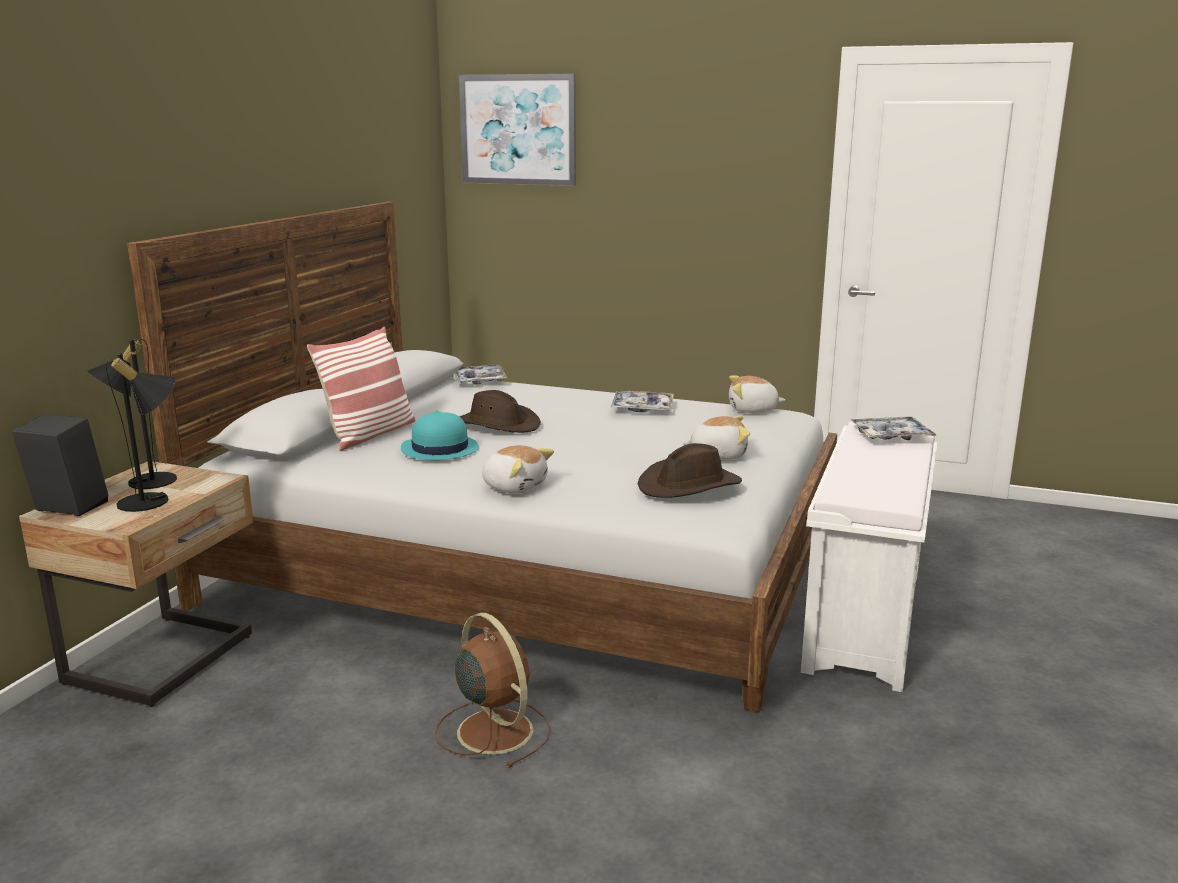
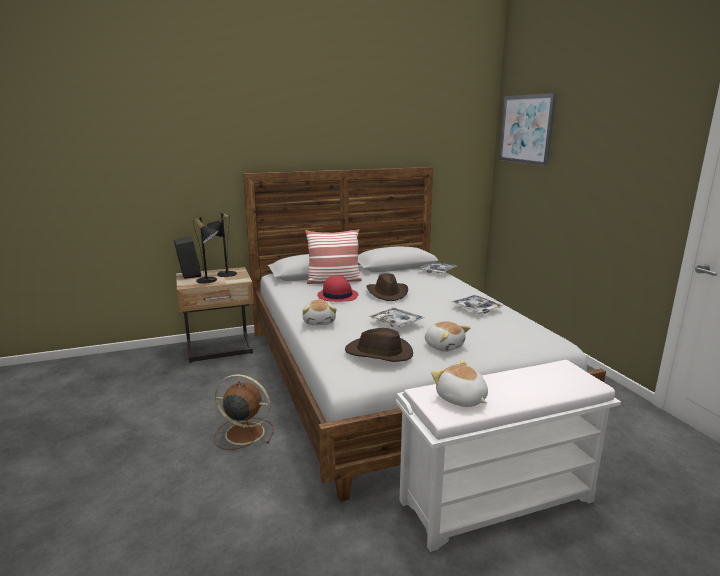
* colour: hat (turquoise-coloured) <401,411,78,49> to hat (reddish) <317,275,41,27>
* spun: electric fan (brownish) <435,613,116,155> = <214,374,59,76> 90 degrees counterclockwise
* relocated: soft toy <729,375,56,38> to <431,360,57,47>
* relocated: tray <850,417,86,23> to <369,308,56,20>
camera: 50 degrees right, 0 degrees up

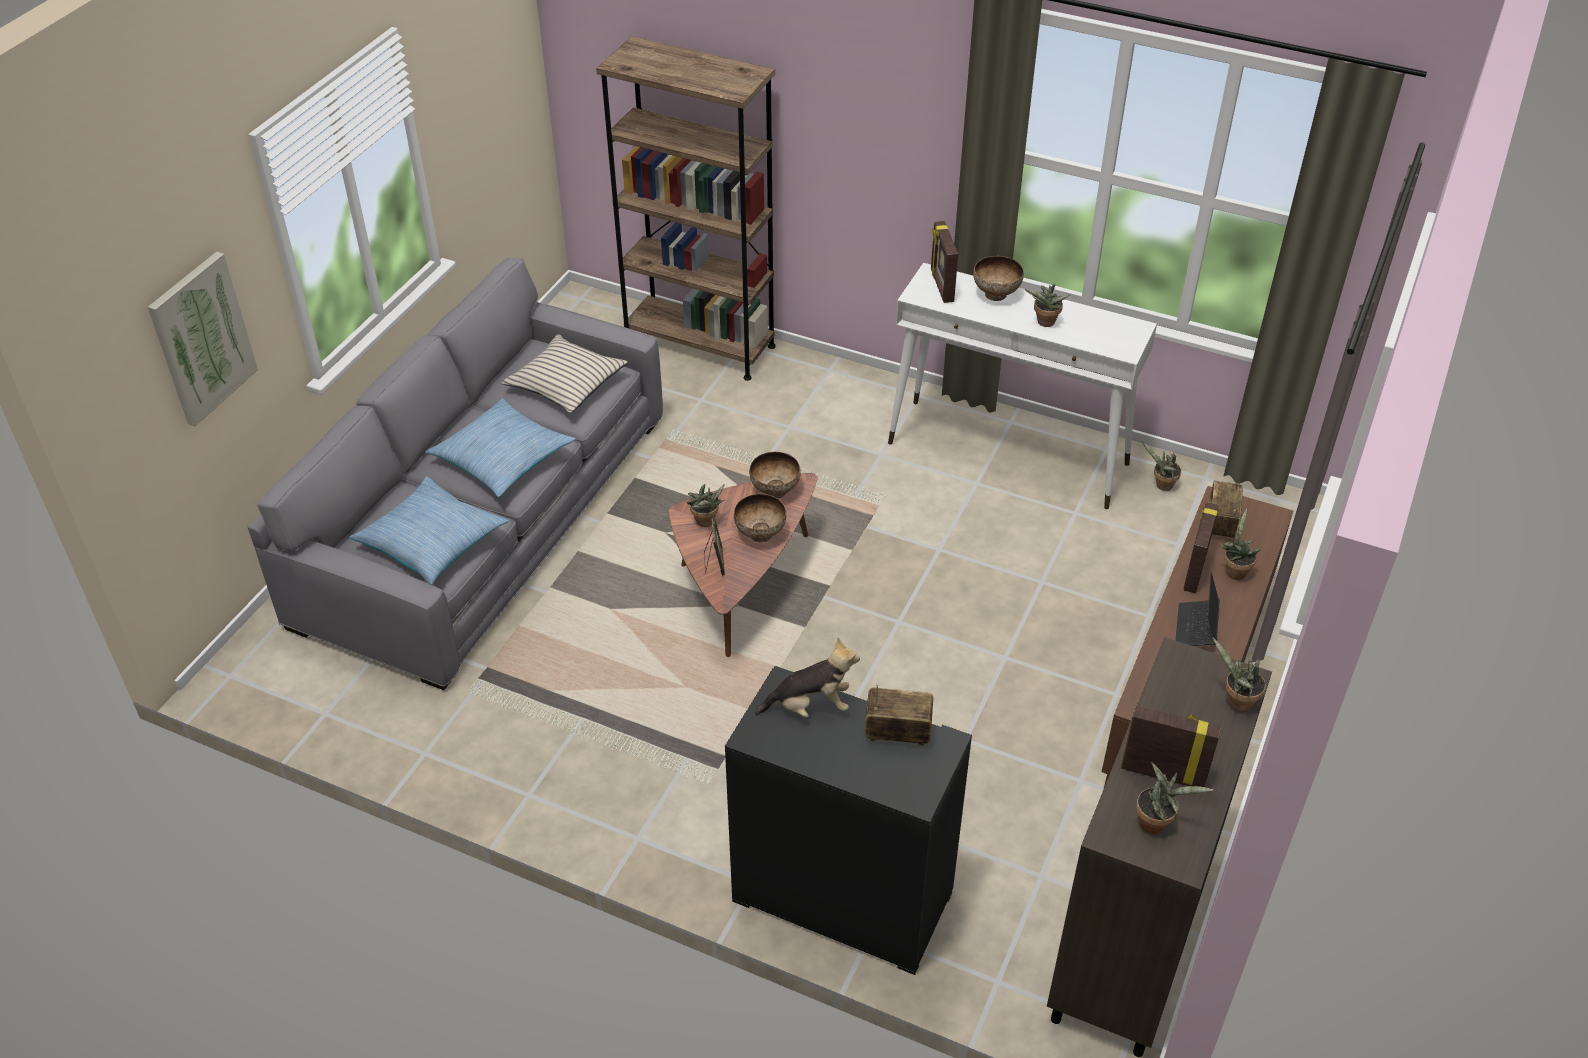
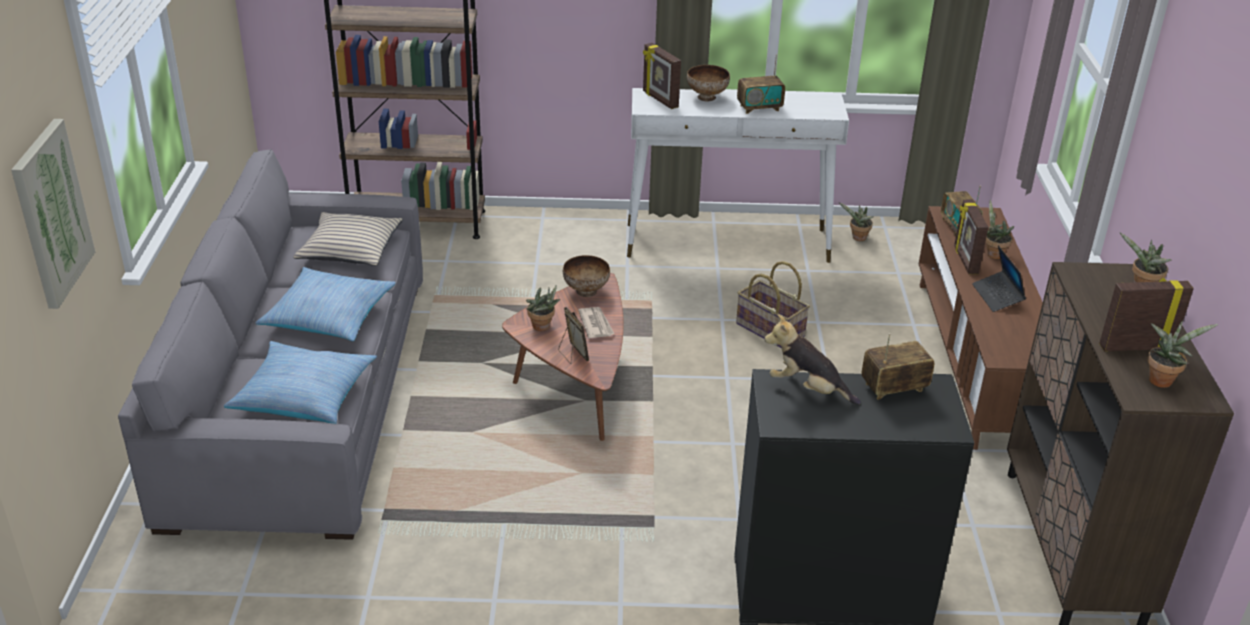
* exchanged: deep dish <734,494,53,48> to printed paper <578,307,36,31>
* spun: soft toy <755,638,105,80> = <764,314,97,91> 120 degrees counterclockwise
* exchanged: potted plant <1025,284,45,43> to radio <737,54,48,60>
* appeared: storage basket <736,261,74,87>
camera: 25 degrees left, 10 degrees down

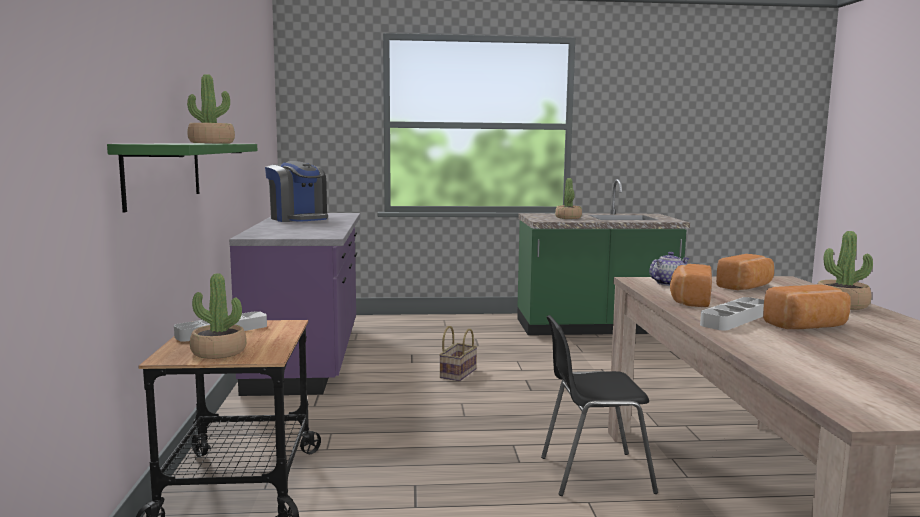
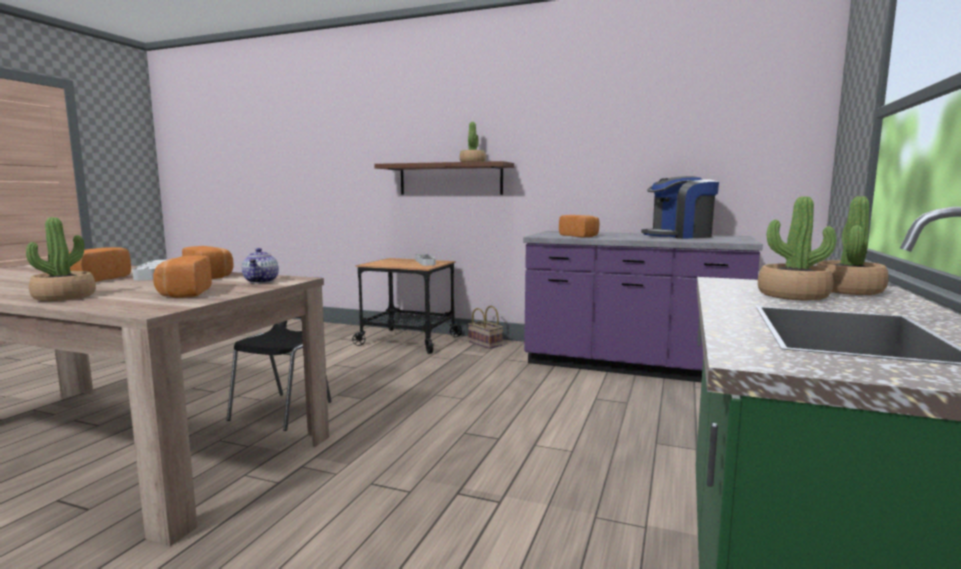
* colour: wall shelf (green-coloured) <107,143,150,69> to wall shelf (brownish) <374,161,140,34>
* relocated: potted plant <190,273,57,86> to <816,196,73,99>
* relocated: storage basket <439,326,38,55> to <468,306,35,43>
* appeared: baked bread <559,215,40,22>
camera: 115 degrees right, 0 degrees up

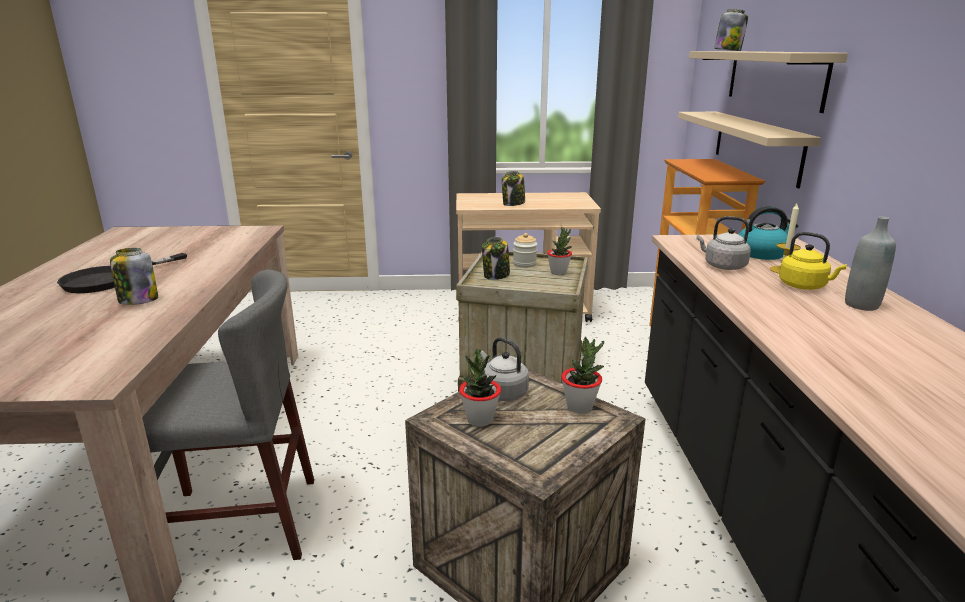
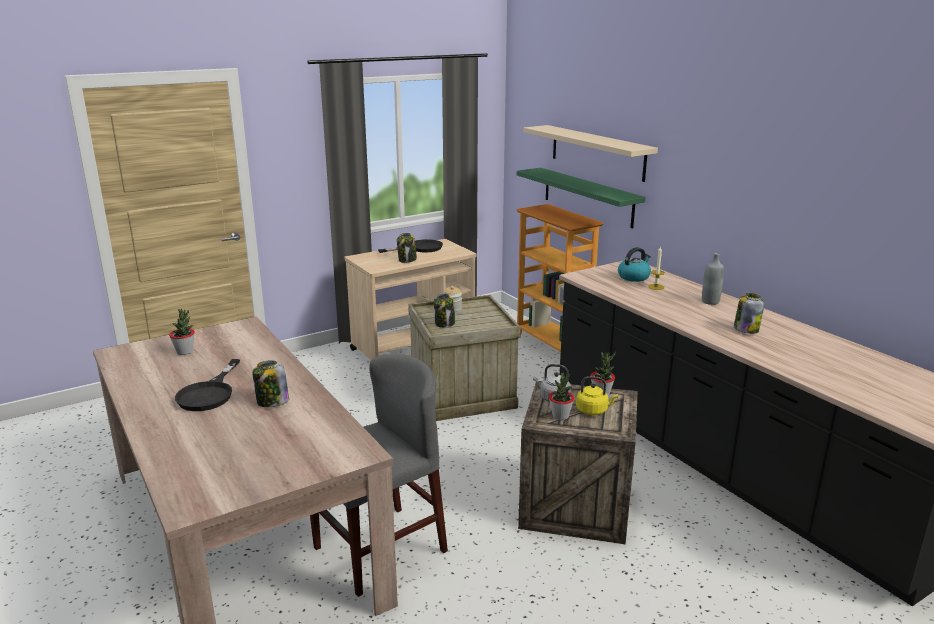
* relocated: potted plant <547,227,25,48> to <169,309,26,46>
* colour: wall shelf (beige-coloured) <678,112,143,76> to wall shelf (green-coloured) <517,168,128,61>
* missing: water kettle (grey) <696,216,55,54>
* relocated: jar <714,9,34,42> to <734,293,31,41>
* relocated: water kettle (yellow) <779,232,68,58> to <576,376,42,39>
* appeared: skillet (black-coloured) <378,239,65,14>
camera: 30 degrees left, 0 degrees up

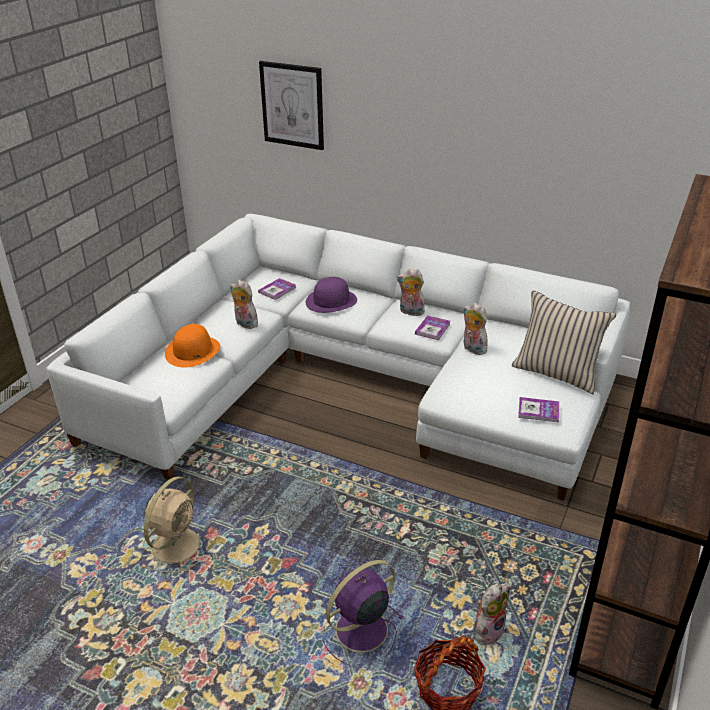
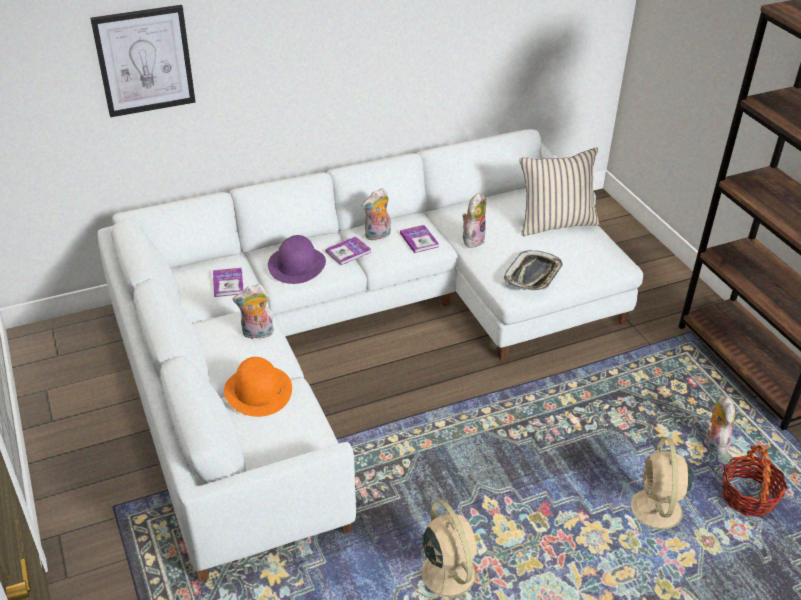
* colour: electric fan (purple) <322,560,81,106> to electric fan (beige-coloured) <620,437,75,104>
* spun: soft toy <463,303,25,52> = <462,193,24,55> 120 degrees clockwise
* relocated: bound book <518,397,41,25> to <325,236,46,29>
* appeared: tray <504,250,59,41>
camera: 50 degrees left, 5 degrees up

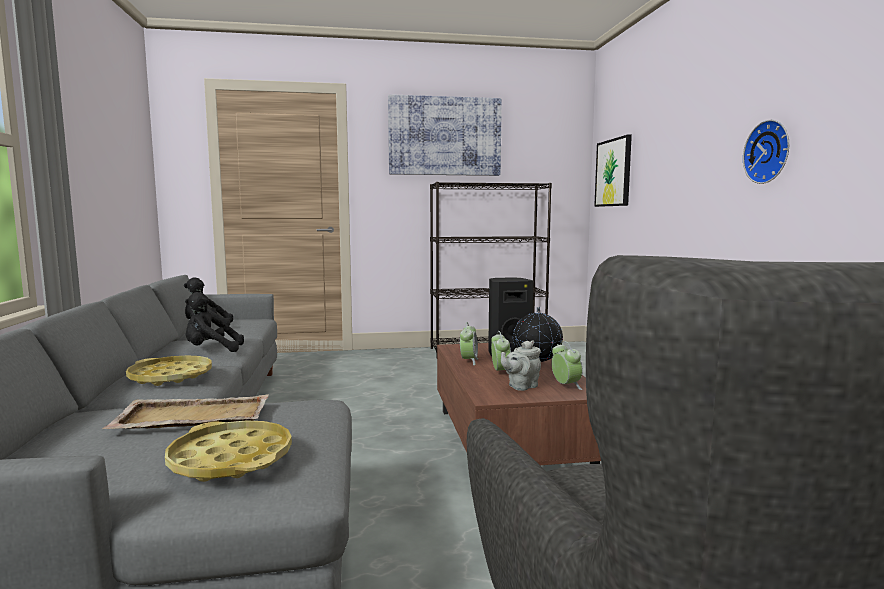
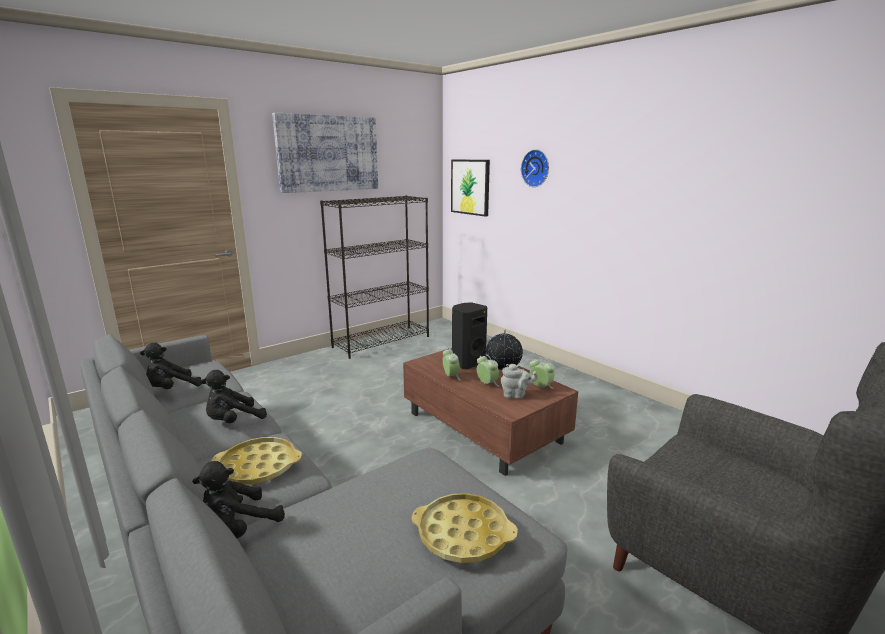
* missing: tray (beige-coloured) <102,394,166,35>
* spun: tea pot (grey) <501,341,40,50> = <501,364,37,35> 105 degrees counterclockwise
* relocated: clock on the wall <743,120,46,64> to <521,149,28,38>
* appeared: soft toy (black-coloured) <192,461,93,77>
camera: 30 degrees left, 10 degrees up

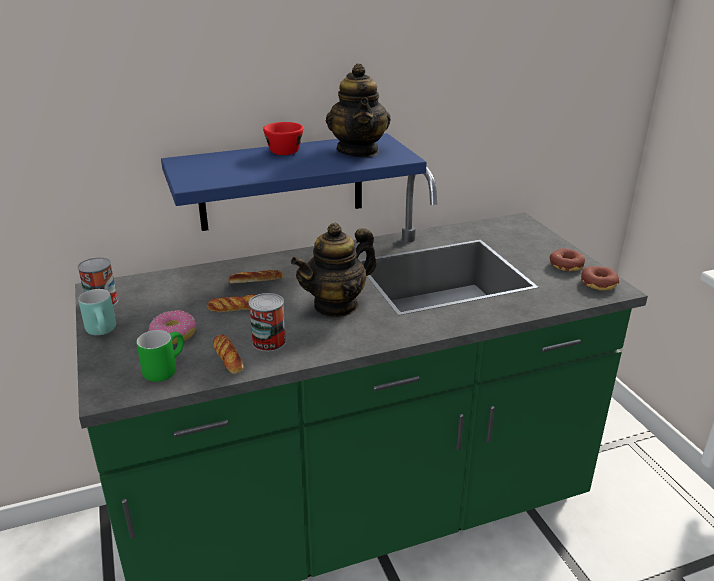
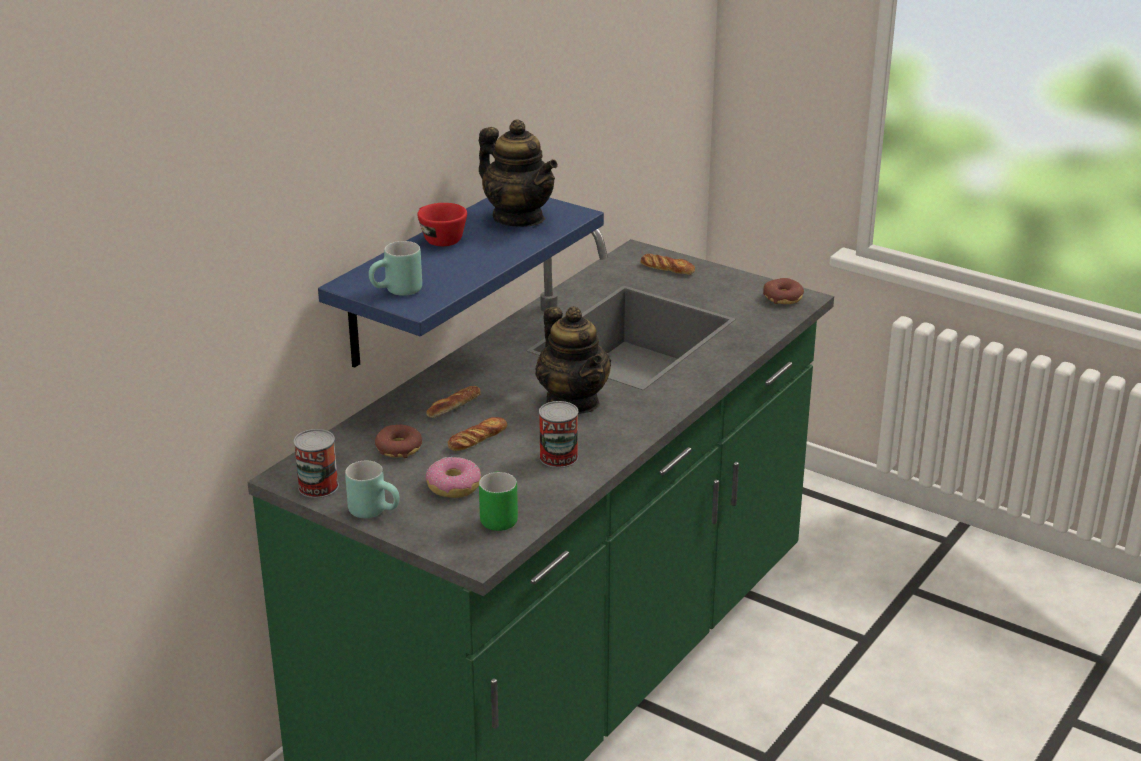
* relocated: baked bread <213,335,30,39> to <641,254,54,21>
* spun: tea pot <291,223,86,95> = <535,307,76,107> 45 degrees counterclockwise
* relocated: ring doughnut <550,248,35,24> to <375,425,47,33>
* appeared: mug (turquoise-coloured) <369,241,53,55>
camera: 35 degrees left, 0 degrees up

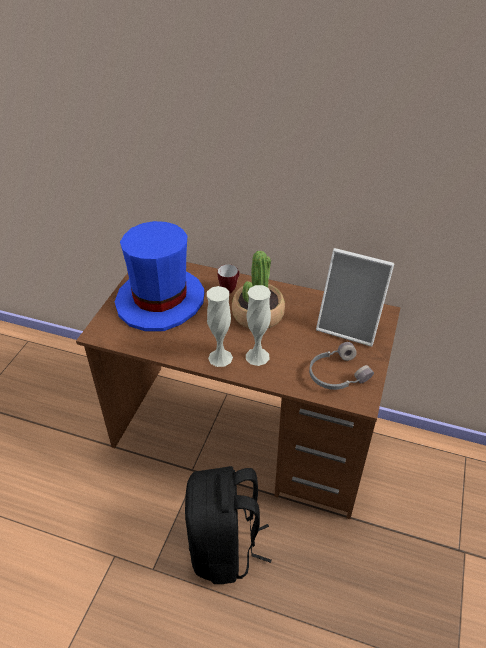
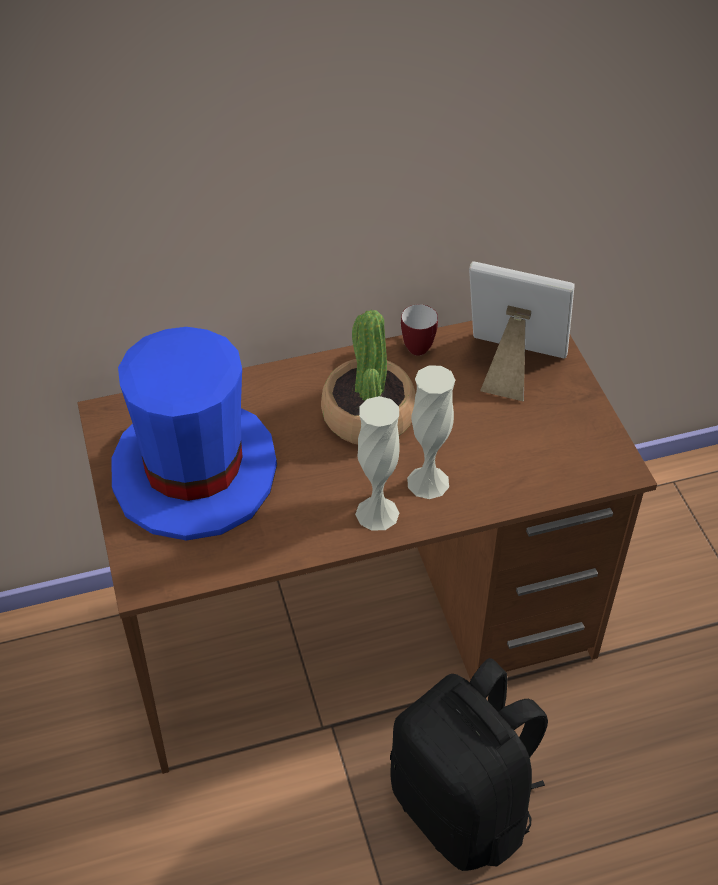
* relocated: mug <217,264,23,29> to <401,304,37,52>
* missing: pair of headphones (grey) <309,342,65,48>
* spun: photo frame <316,248,78,98> = <469,261,106,141> 150 degrees counterclockwise
camera: 35 degrees left, 5 degrees up

